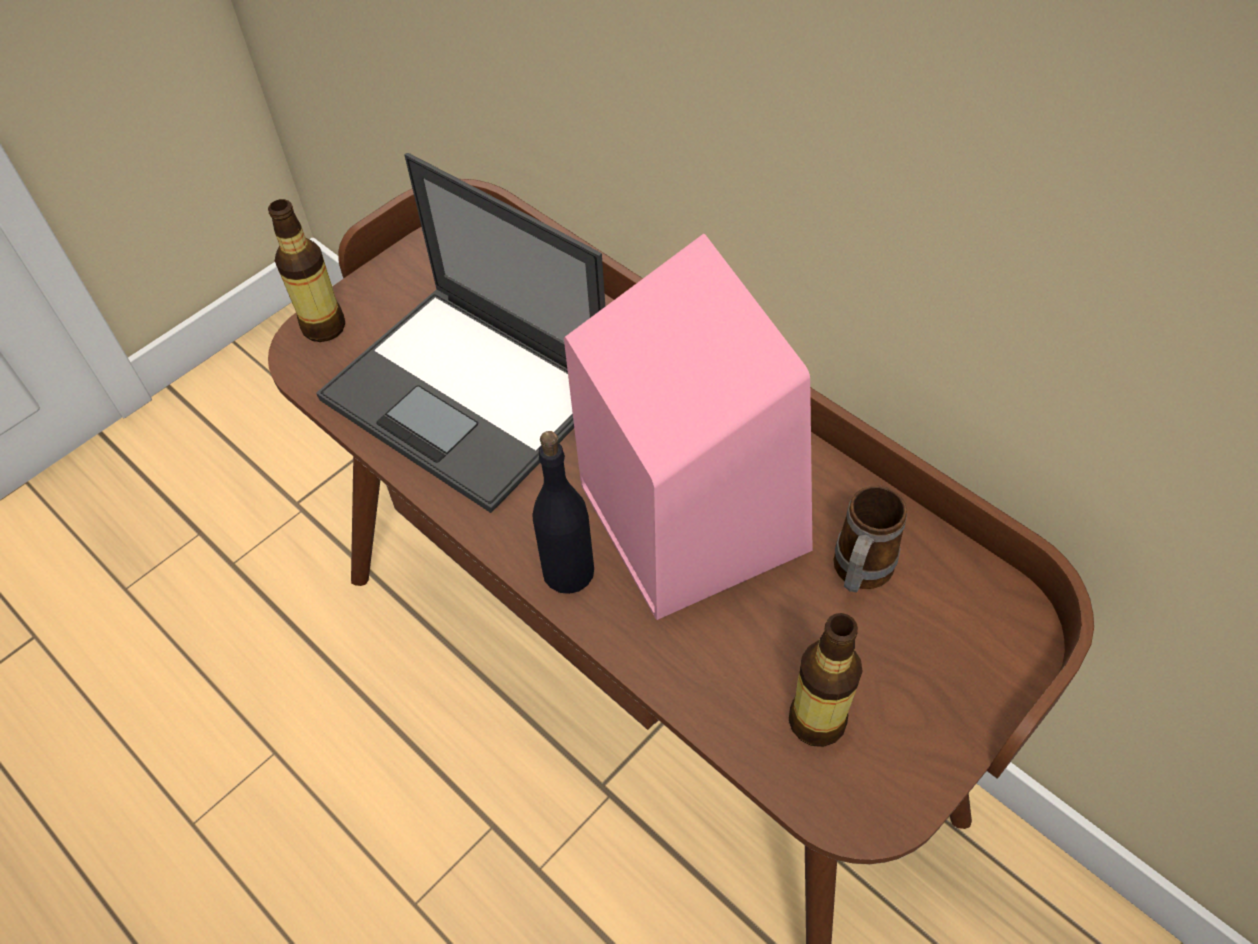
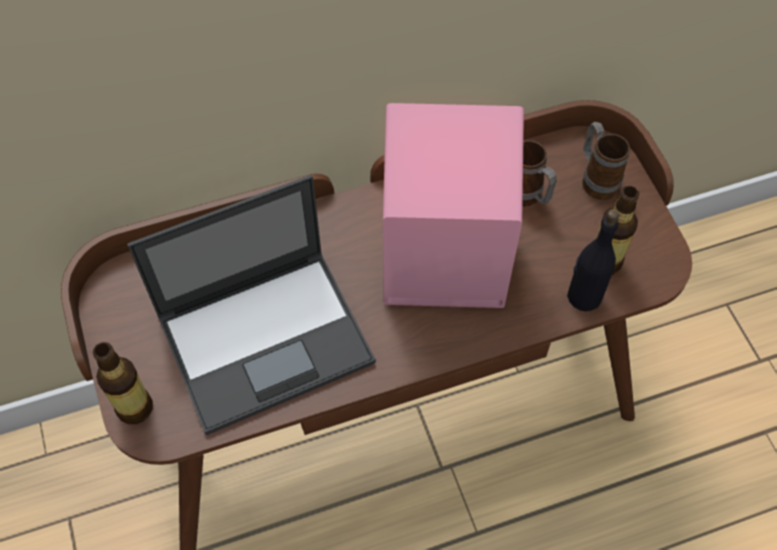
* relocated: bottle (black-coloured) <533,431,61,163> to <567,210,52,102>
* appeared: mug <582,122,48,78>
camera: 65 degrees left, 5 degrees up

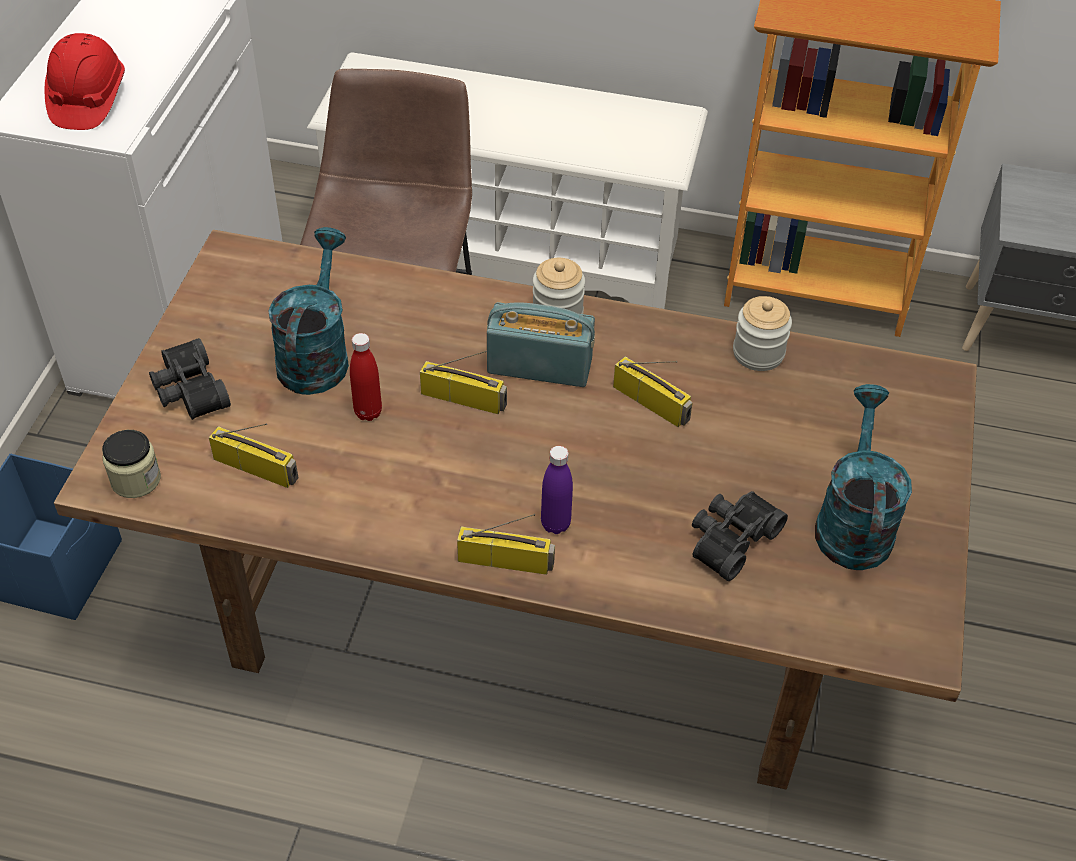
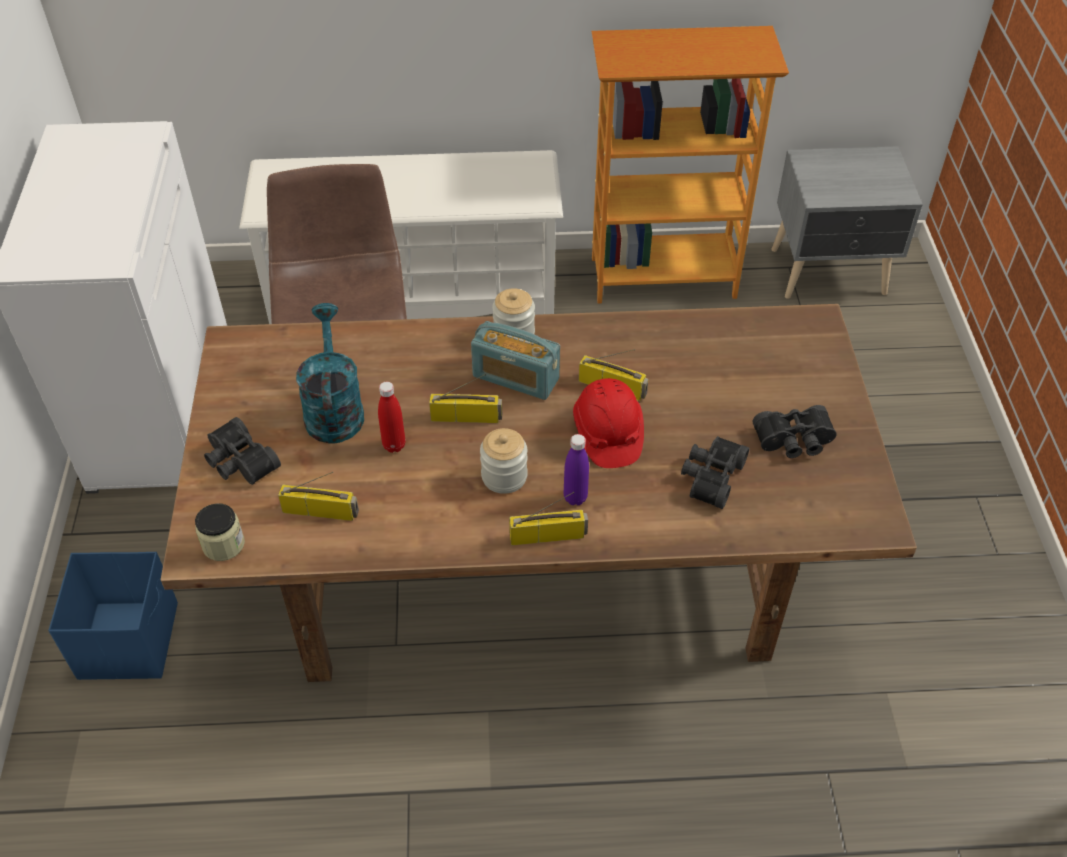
* relocated: work helmet (reddish) <45,33,80,97> to <573,378,71,90>
* spun: radio <487,302,108,85> = <471,321,89,79> 150 degrees counterclockwise
* relocated: jar <733,296,59,75> to <480,428,48,66>
* exchanged: sprinkling can (turquoise-coloured) <815,384,97,186> to field glasses (black-coloured) <752,405,85,53>
camera: 15 degrees left, 0 degrees up

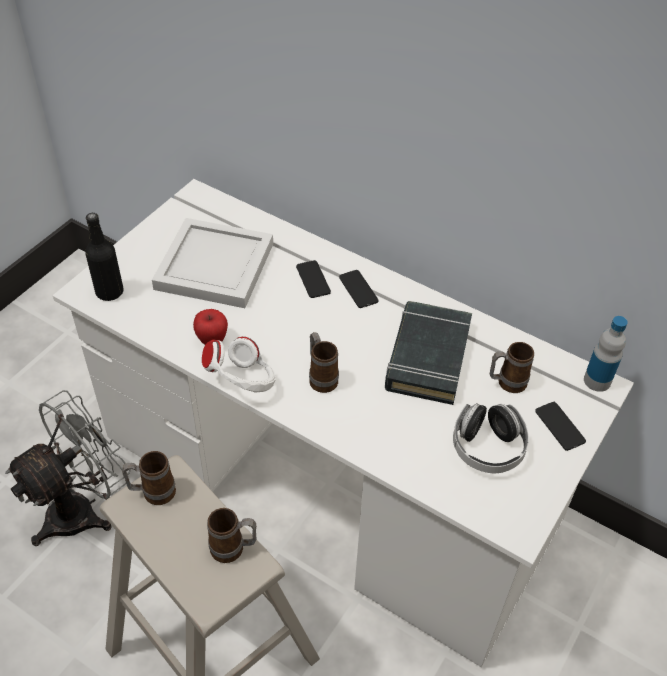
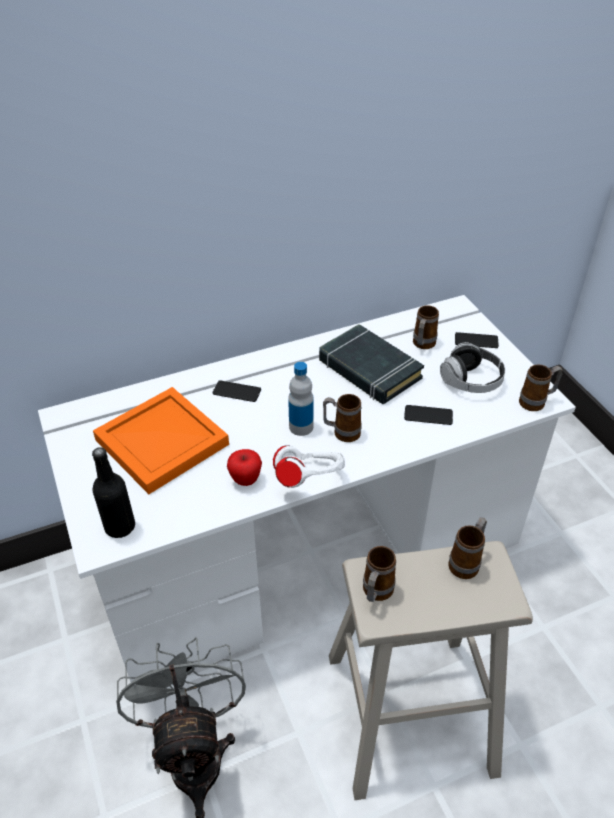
* colour: tray (whitish) <152,218,121,90> to tray (orange) <93,387,136,107>
* relocated: handset <339,270,39,38> to <404,405,49,20>
* relocated: bottle <584,316,44,76> to <288,362,26,74>
* appeared: mug <519,364,43,47>
camera: 55 degrees left, 5 degrees down

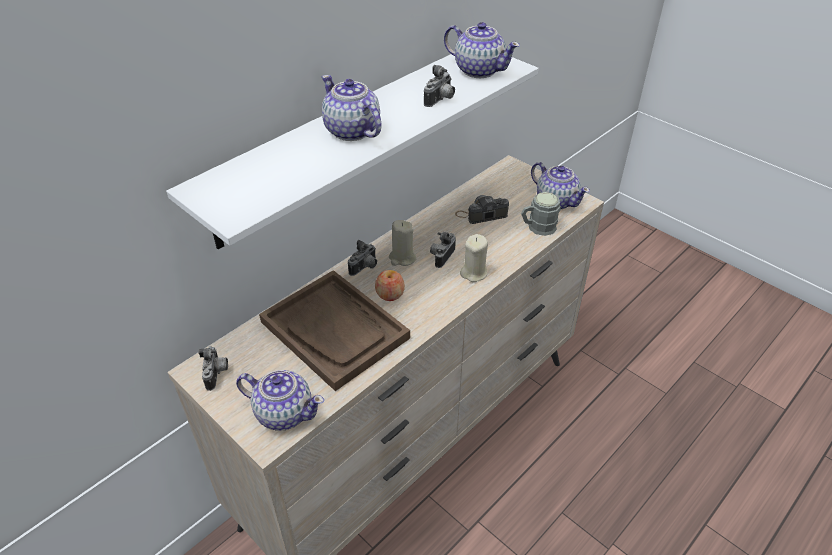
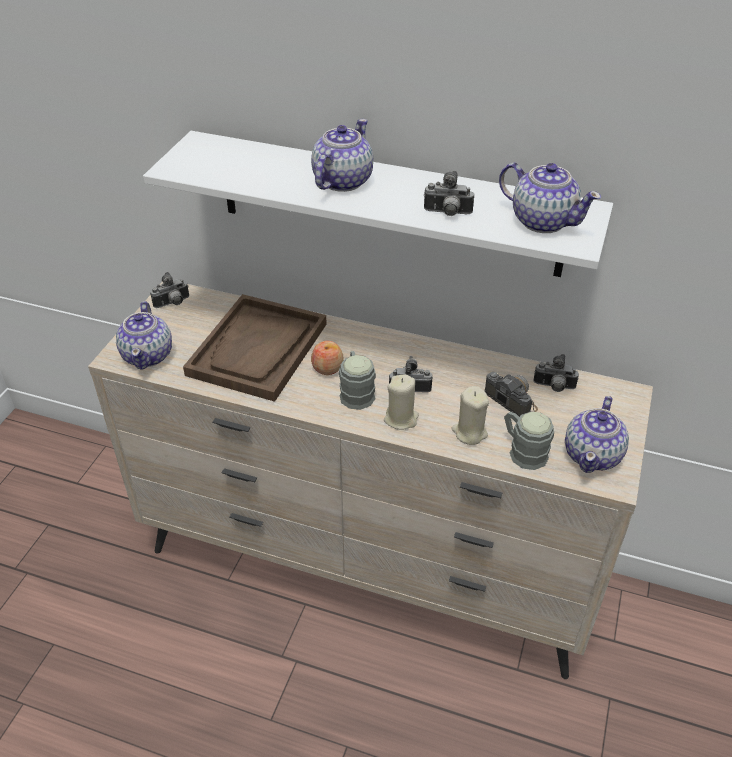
* relocated: still camera <348,240,29,36> to <534,354,45,38>
* relocated: wax light (beige-coloured) <389,220,28,46> to <452,386,37,59>
* spun: tea pot <444,22,76,56> = <499,163,102,70> 60 degrees counterclockwise
* appeared: mug (grey) <339,351,37,59>
camera: 65 degrees right, 0 degrees up

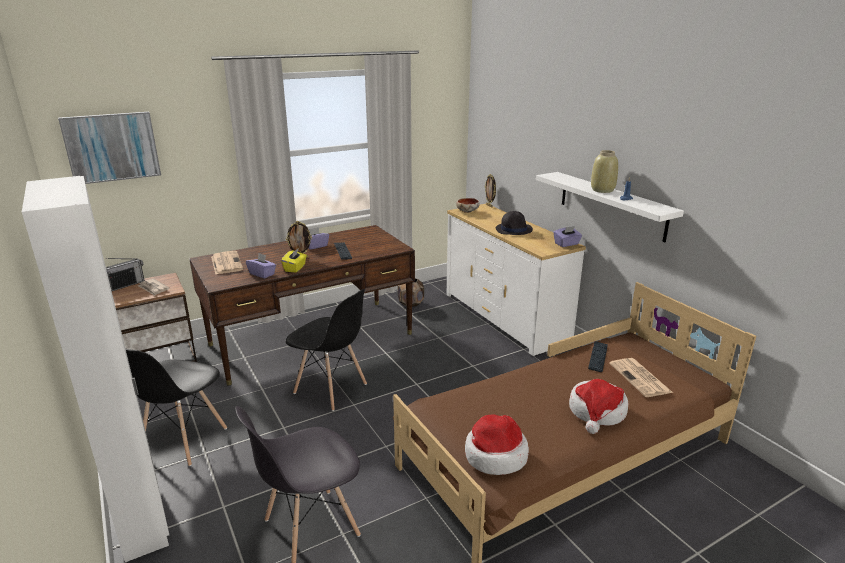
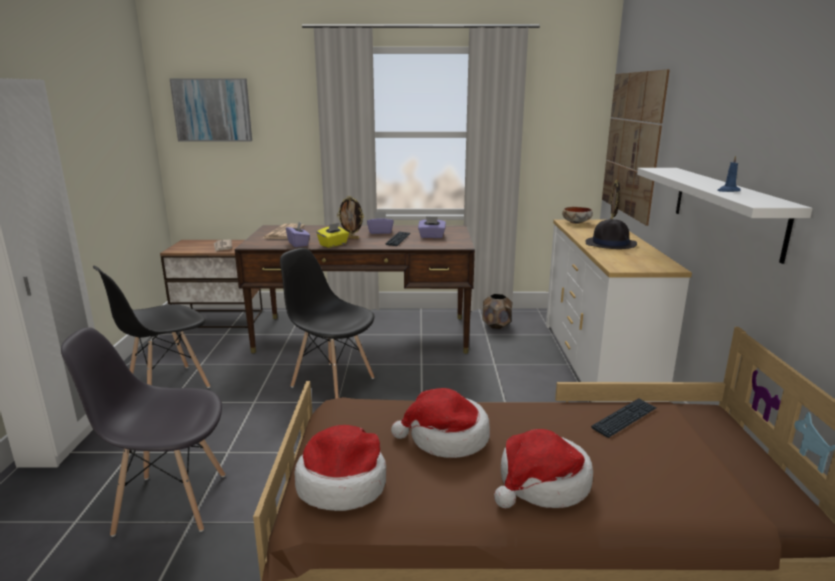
* missing: radio <105,258,40,33>
* spun: plain chair (black-coloured) <286,289,81,122> = <280,248,95,151> 150 degrees clockwise
* relocated: box of tissues (purple) <553,226,29,21> to <418,217,28,21>
* missing: decorative vase (beige-coloured) <591,150,27,43>
* missing: printed paper <610,358,63,39>
* appeared: hat <391,388,99,70>
* appeared: wall picture <602,69,68,157>
camera: 30 degrees right, 5 degrees down

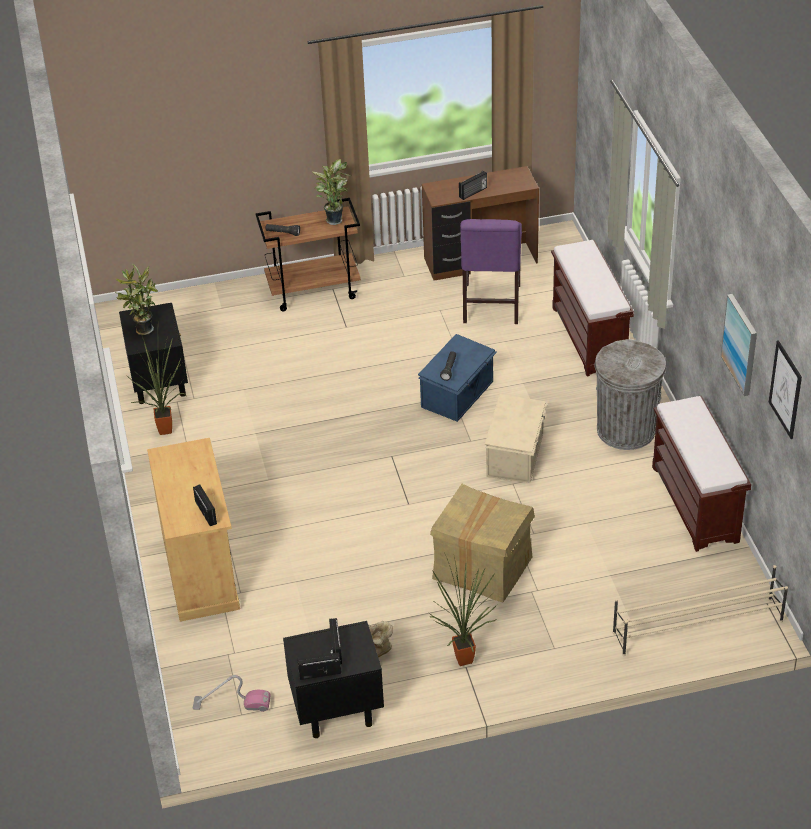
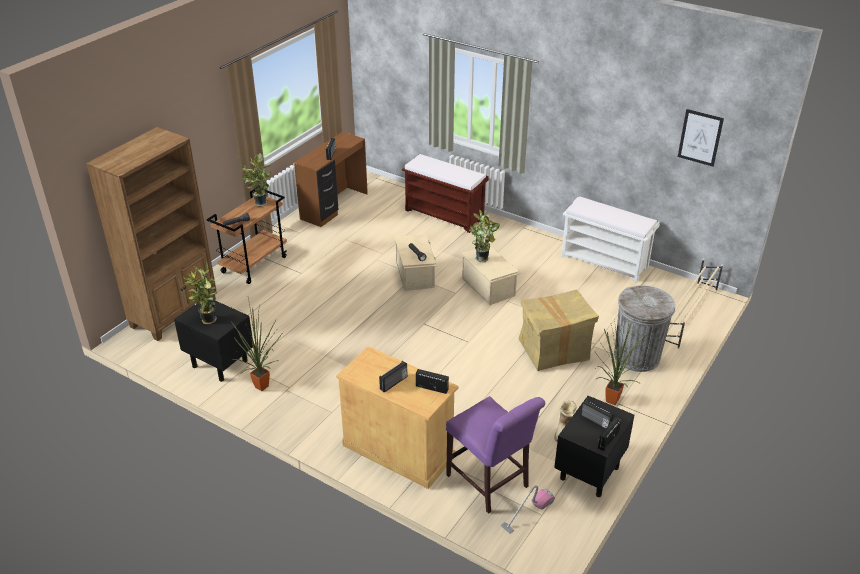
* colour: storage bin (bluish) <418,334,79,88> to storage bin (beige-coloured) <394,234,43,57>
* relocated: plain chair (purple) <460,219,62,105> to <446,396,99,118>
* relocated: trash can (grey) <595,339,71,111> to <614,285,61,87>
* colour: long seat (brownish) <652,396,99,156> to long seat (whitish) <561,196,99,87>
* missing: wall picture <721,294,36,102>
* appeared: shelving unit (brownish) <86,127,130,214>
* appeared: radio <379,361,28,32>
* appeared: potted plant <469,209,31,53>
camera: 45 degrees left, 5 degrees down

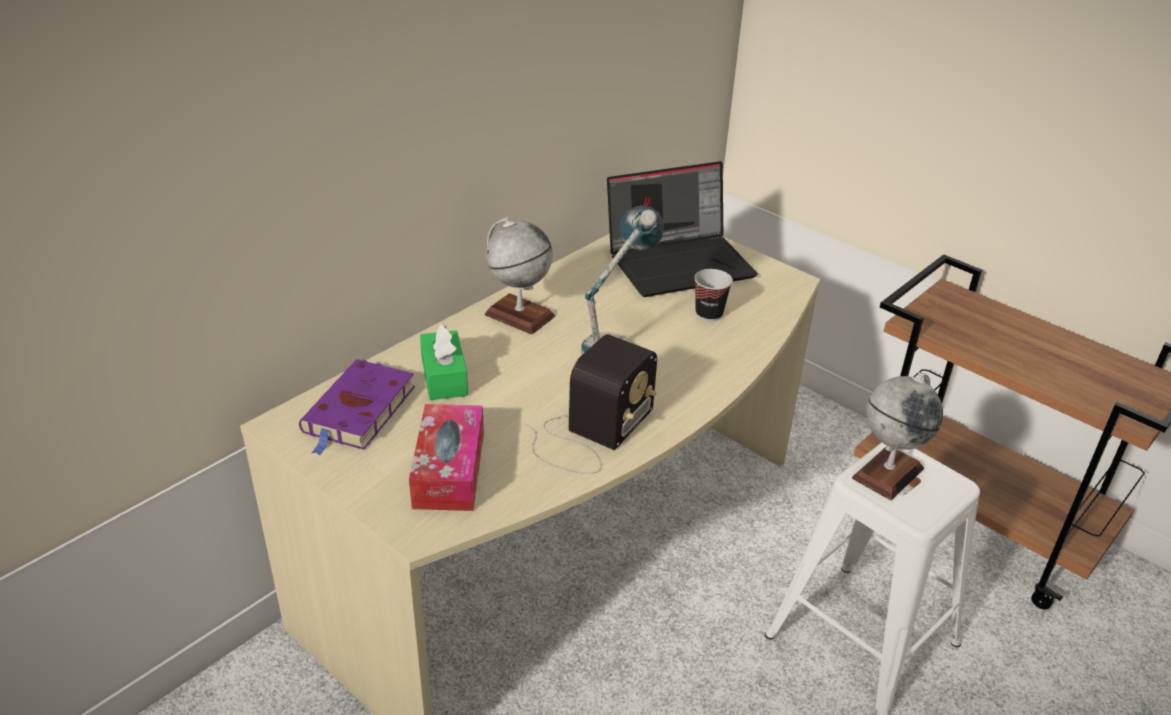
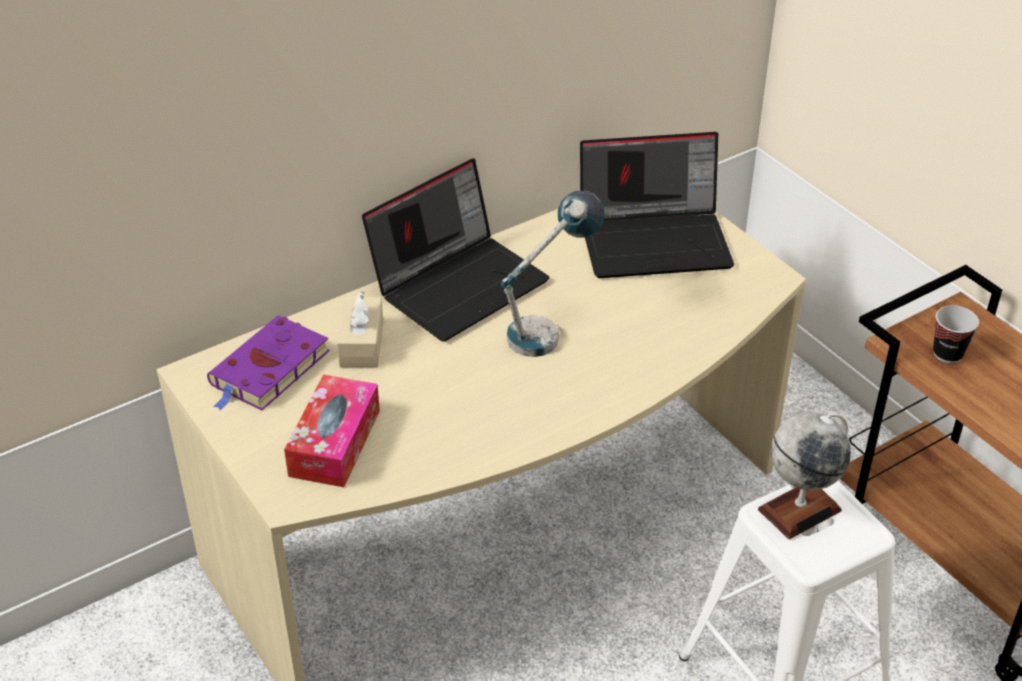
* colour: box of tissues (green-coloured) <420,324,48,76> to box of tissues (beige-coloured) <337,291,46,76>
* exchanged: world globe <485,217,70,118> to portable computer <362,158,188,184>
* missing: radio <524,334,133,140>
* relocated: small cup <694,269,39,52> to <933,305,46,58>
camera: 15 degrees right, 5 degrees up

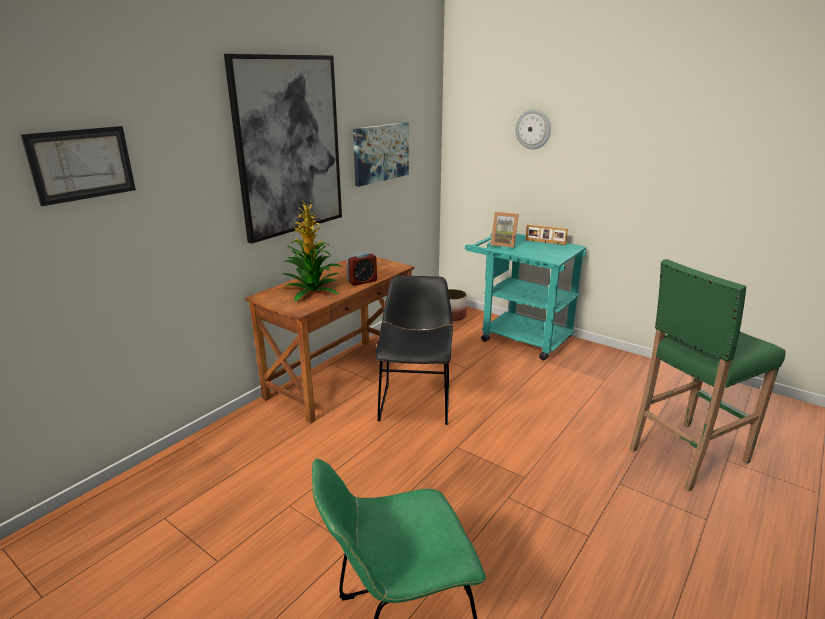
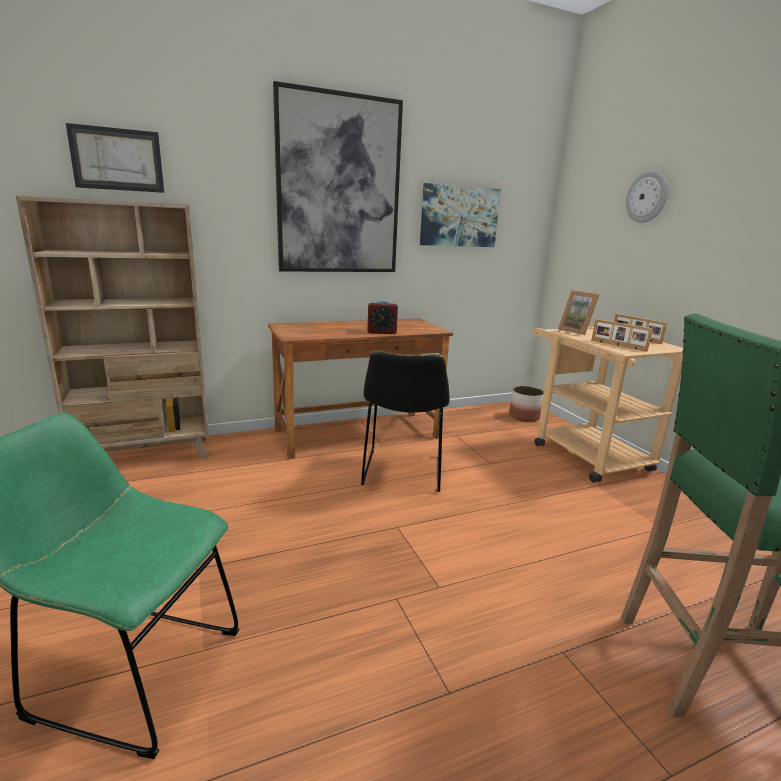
* missing: potted plant <282,201,60,100>
* spun: plain chair (black-coloured) <375,275,78,150> = <361,350,89,142> 150 degrees clockwise
* colour: wheeled cart (turquoise-coloured) <465,234,122,126> to wheeled cart (beige-coloured) <534,327,149,155>
* appeared: shelving unit (beige-coloured) <16,196,193,263>
* appeared: photo frame <592,319,61,33>
camera: 30 degrees right, 5 degrees down

